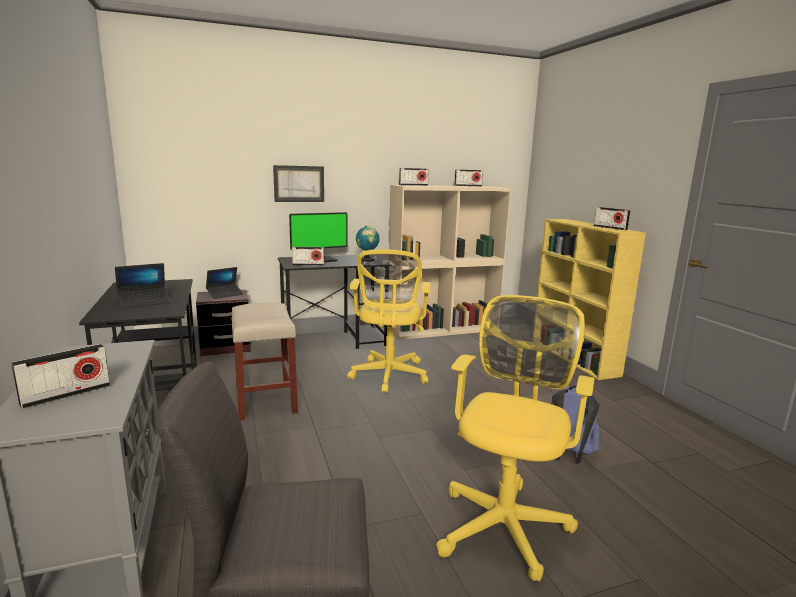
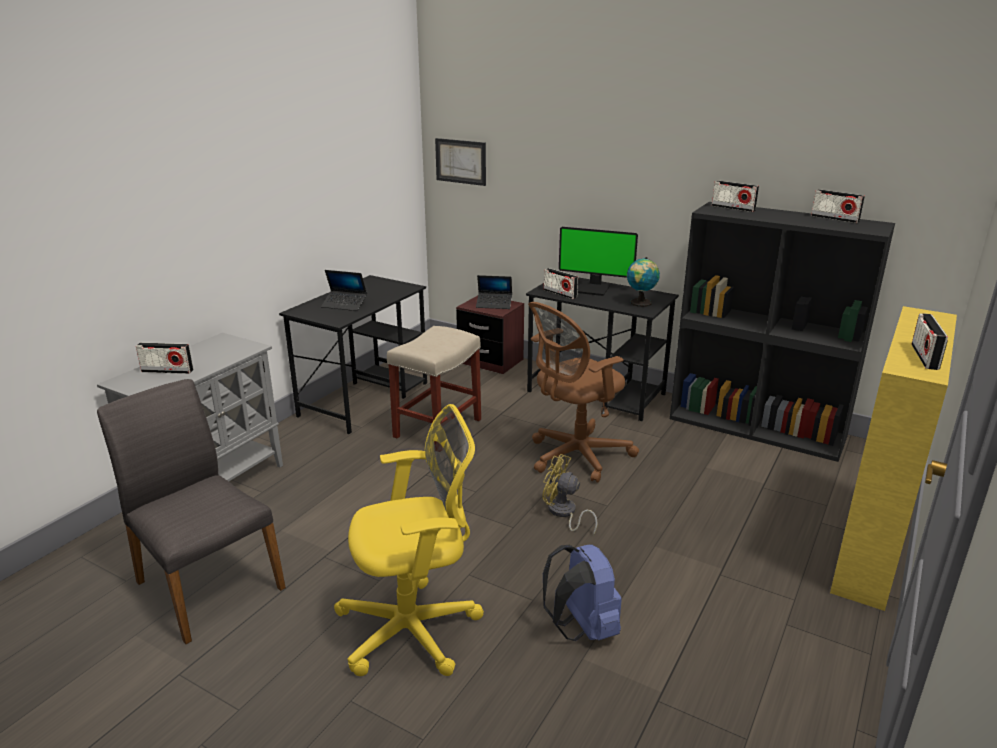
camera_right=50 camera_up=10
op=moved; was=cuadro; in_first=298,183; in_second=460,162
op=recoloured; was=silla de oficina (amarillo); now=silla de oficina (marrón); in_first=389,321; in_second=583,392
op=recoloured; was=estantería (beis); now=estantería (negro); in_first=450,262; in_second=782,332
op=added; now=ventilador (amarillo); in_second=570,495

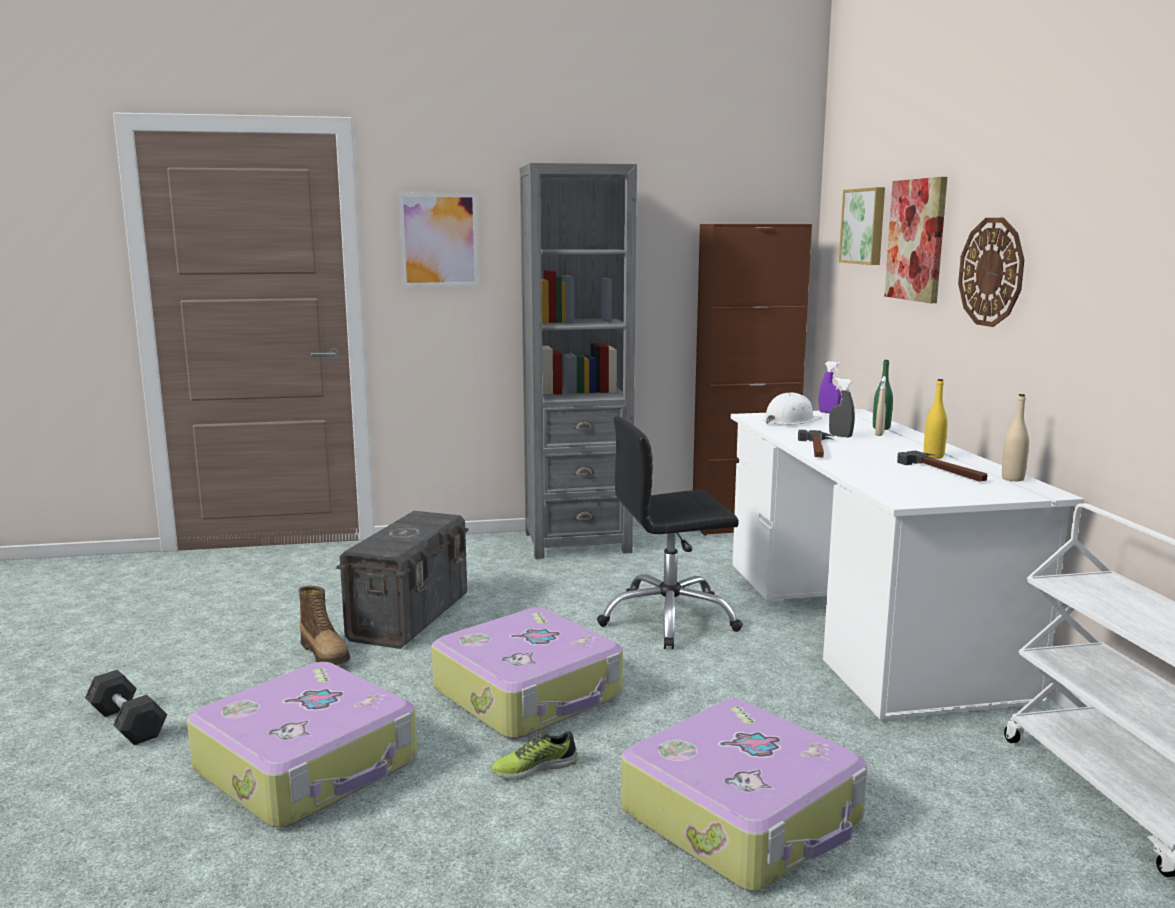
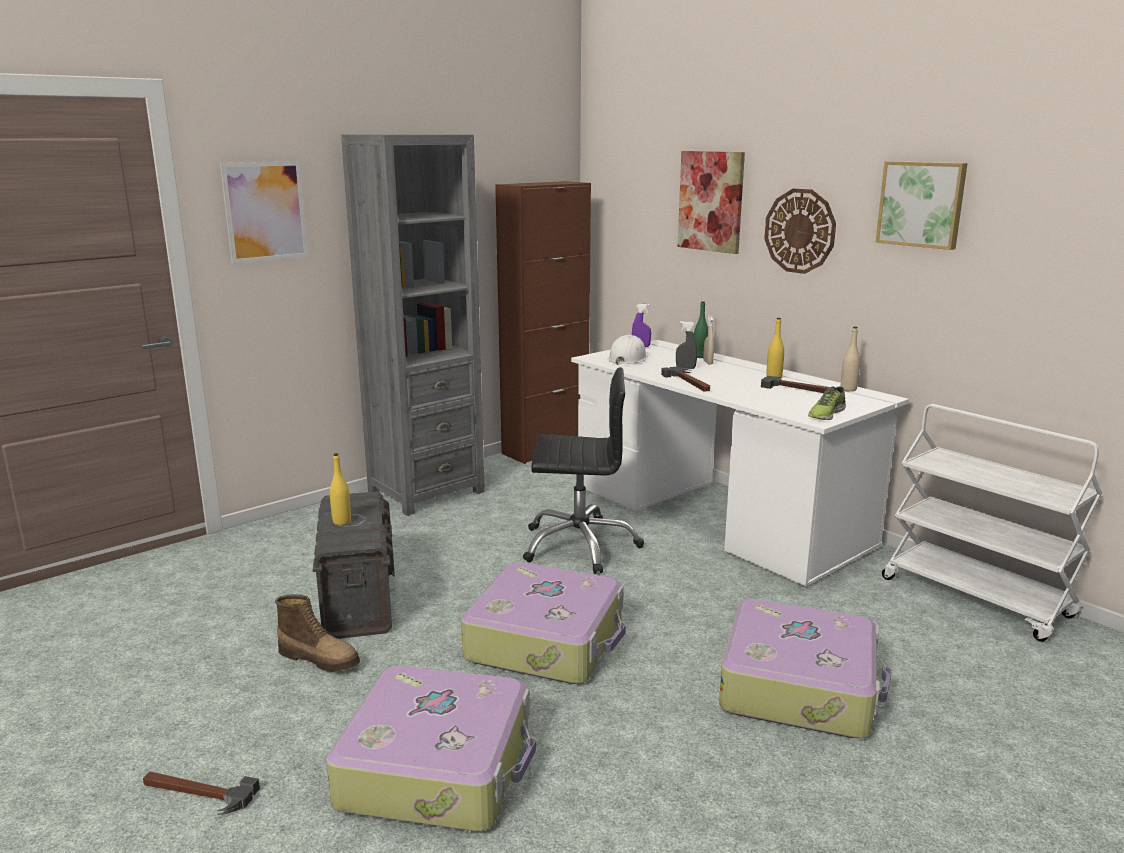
camera_right=-30 camera_up=5
op=replaced; was=mancuerna (gris); now=martillo; in_first=126,707; in_second=201,793
op=moved; was=zapato; in_first=535,755; in_second=827,403
op=turned; was=silla de oficina (negro); in_first=670,532; in_second=583,470; clockwise=-135
op=moved; was=cuadro; in_first=862,226; in_second=922,205
op=added; now=botella (amarillo); in_second=340,489

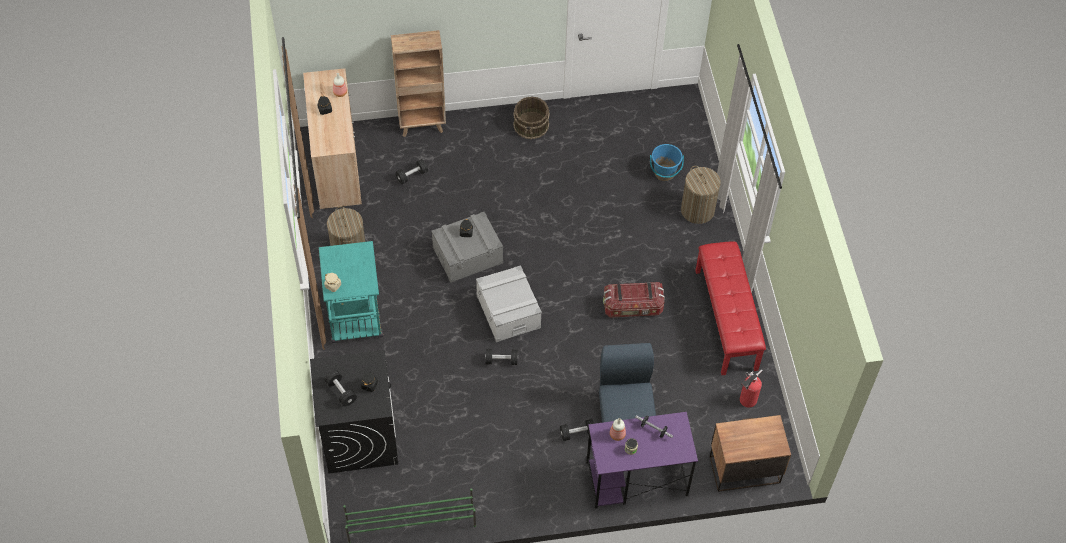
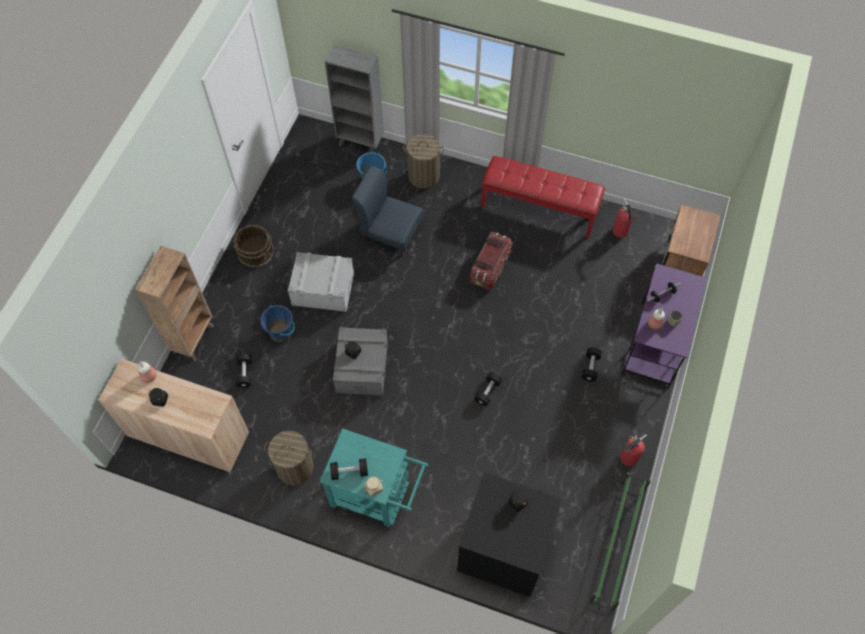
camera_right=-60 camera_up=5
op=moved; was=mancuerna (negro); in_first=340,388; in_second=349,469
op=moved; was=caja de almacenaje (gris); in_first=509,303; in_second=321,282
op=moved; was=silla (azul); in_first=627,383; in_second=387,211
op=added; now=cubo (azul); in_second=277,323
op=added; now=estantería (gris); in_second=354,98
op=added; now=extintor; in_second=633,450

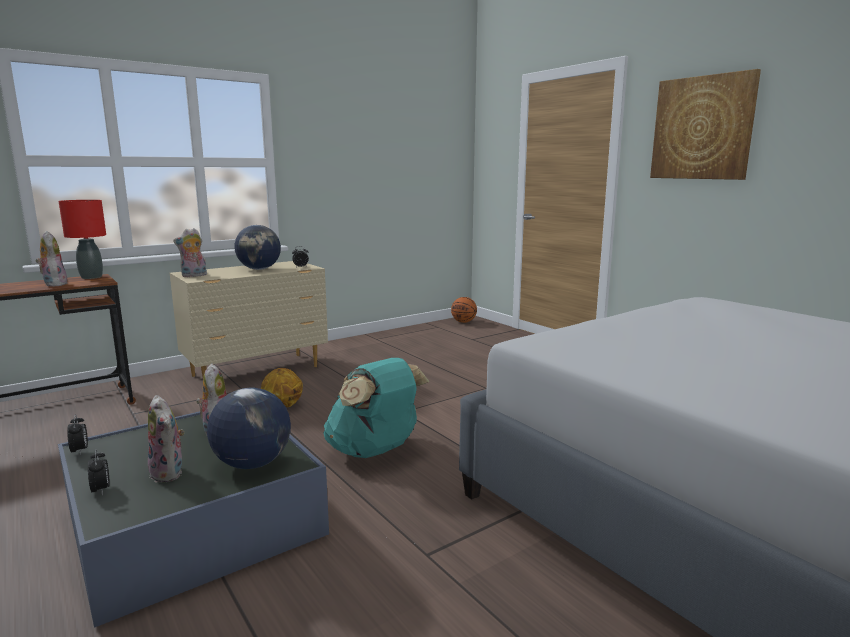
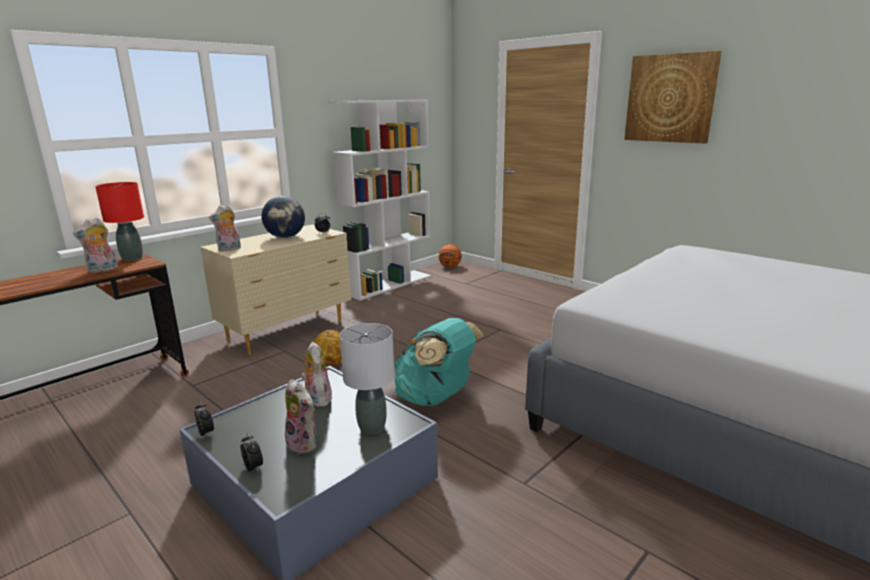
camera_right=-10 camera_up=5
op=turned; was=peluche; in_first=51,259; in_second=95,245; clockwise=-90
op=replaced; was=globo terráqueo; now=lámpara de mesa (gris); in_first=249,428; in_second=367,378
op=added; now=estantería (blanco); in_second=379,200

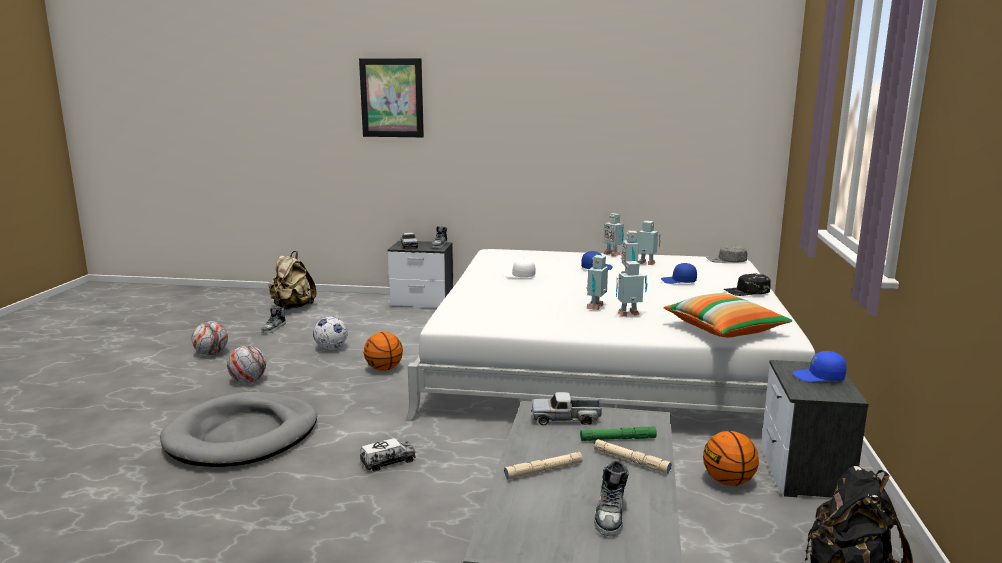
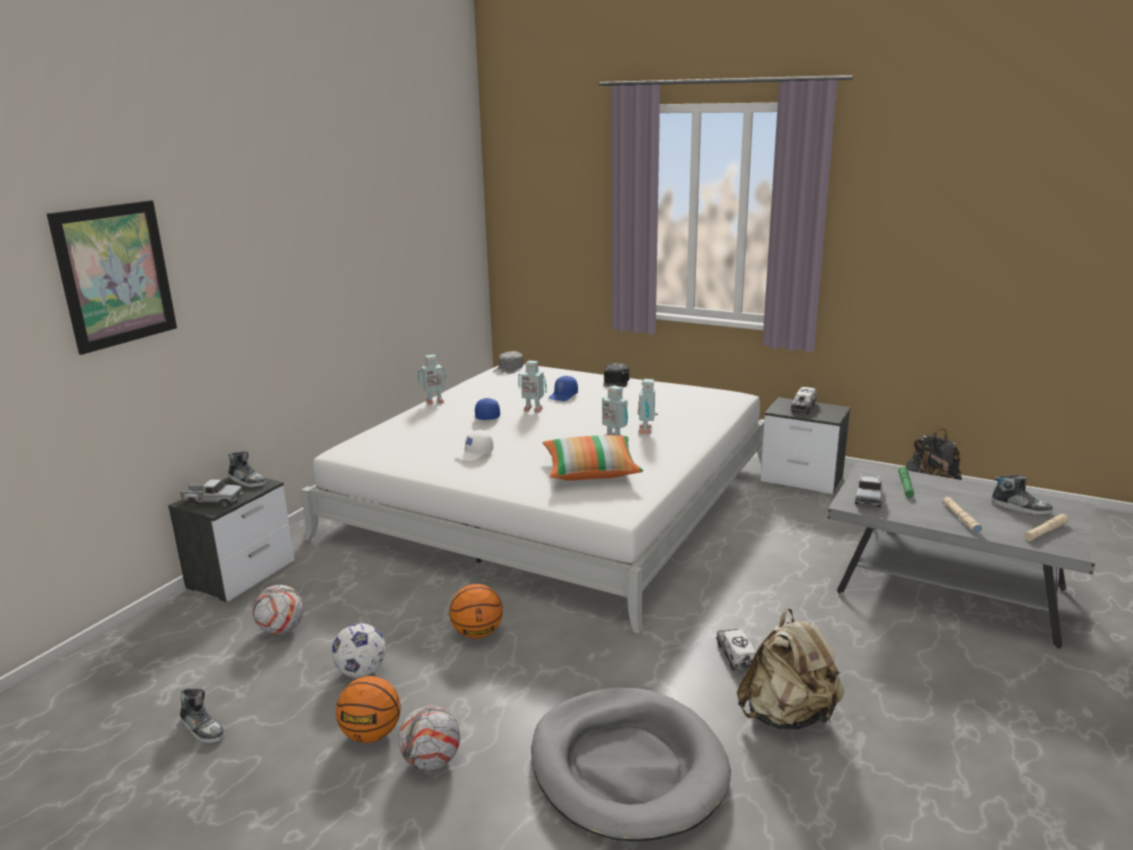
camera_right=-70 camera_up=5
op=moved; was=balón de fútbol; in_first=209,338; in_second=278,609
op=moved; was=mochila (beis); in_first=292,280; in_second=790,669
op=moved; was=linterna (beis); in_first=633,456; in_second=1046,527
op=removed; was=robot de juguete; in_first=648,243
op=moved; was=cojín; in_first=728,315; in_second=593,458
op=moved; was=balón de baloncesto; in_first=731,458; in_second=368,709
op=replaced; was=gorra (azul); now=camión de juguete; in_first=820,366; in_second=804,400

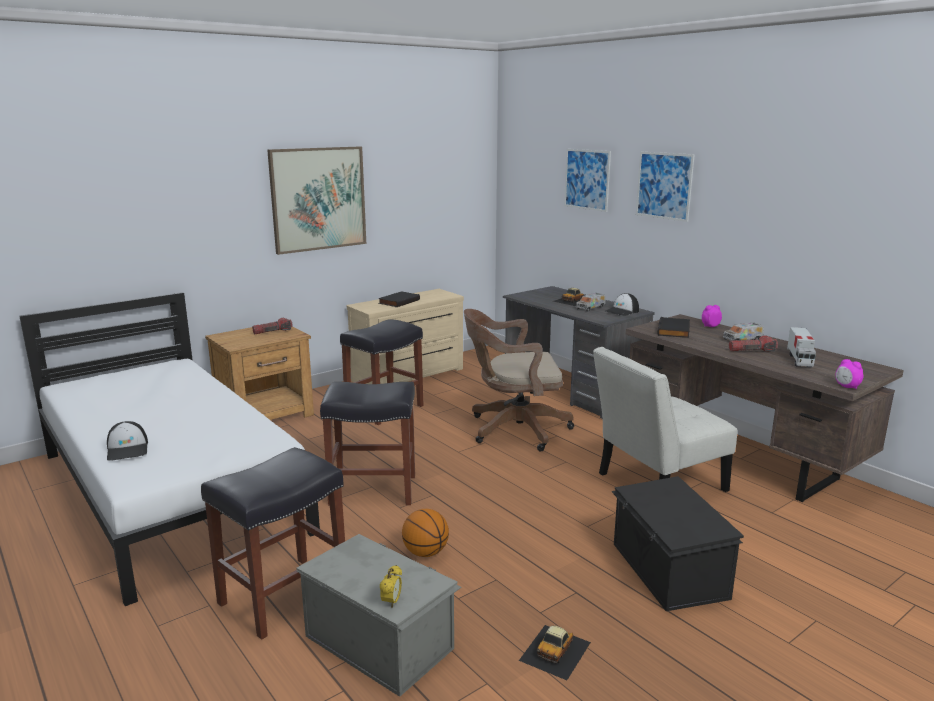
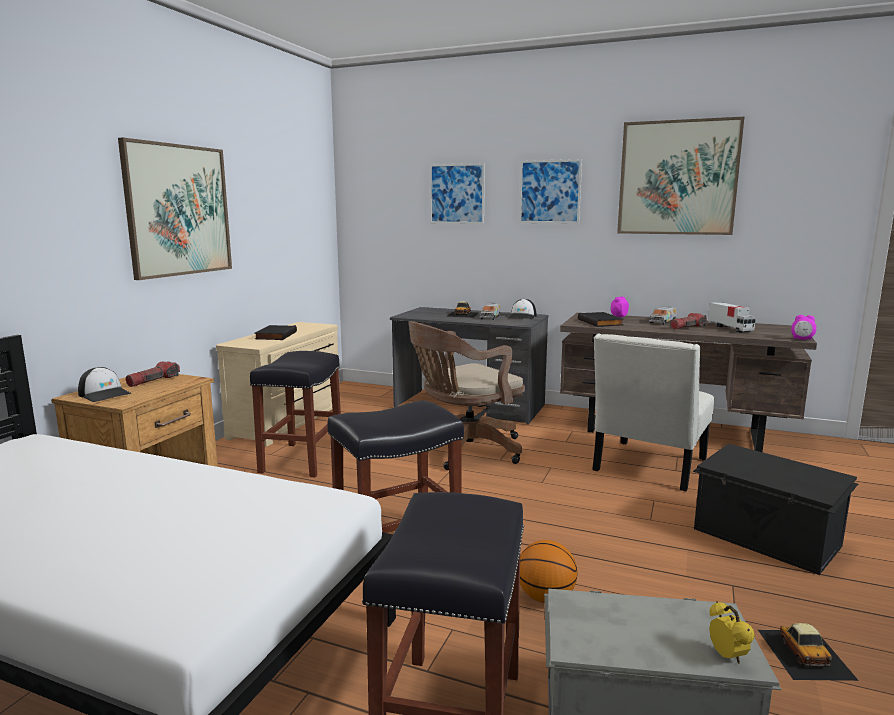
camera_right=-30 camera_up=-5
op=moved; was=gorra; in_first=127,441; in_second=105,384
op=added; now=cuadro; in_second=680,176

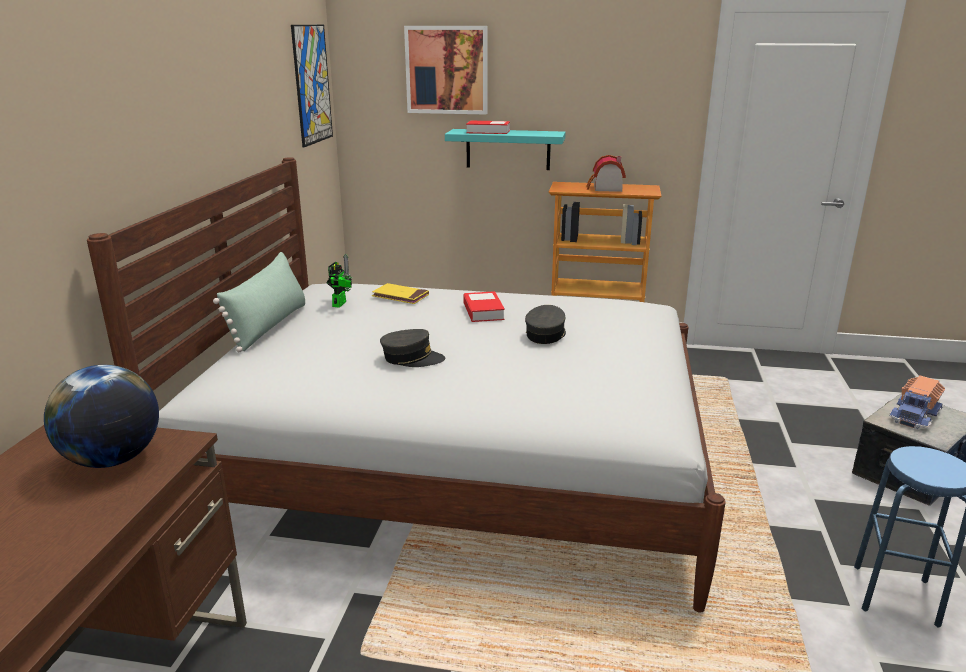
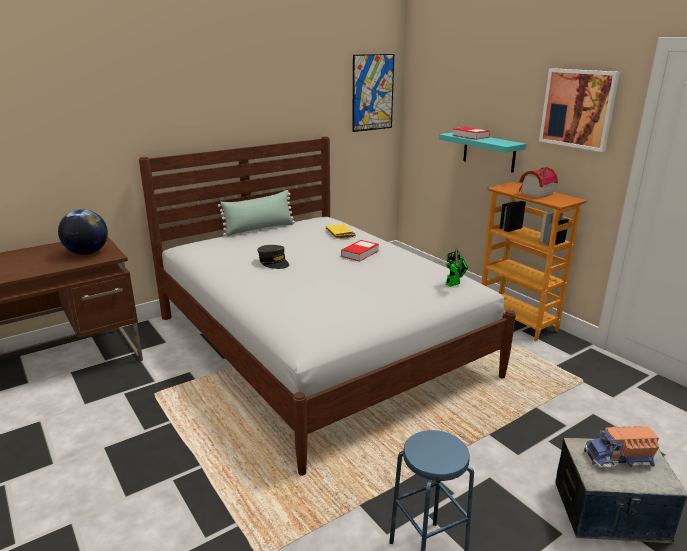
camera_right=45 camera_up=0
op=moved; was=robot de juguete; in_first=339,281; in_second=457,267
op=moved; was=cuadro; in_first=446,70; in_second=579,110
op=removed; was=gorra (gris); in_first=545,324

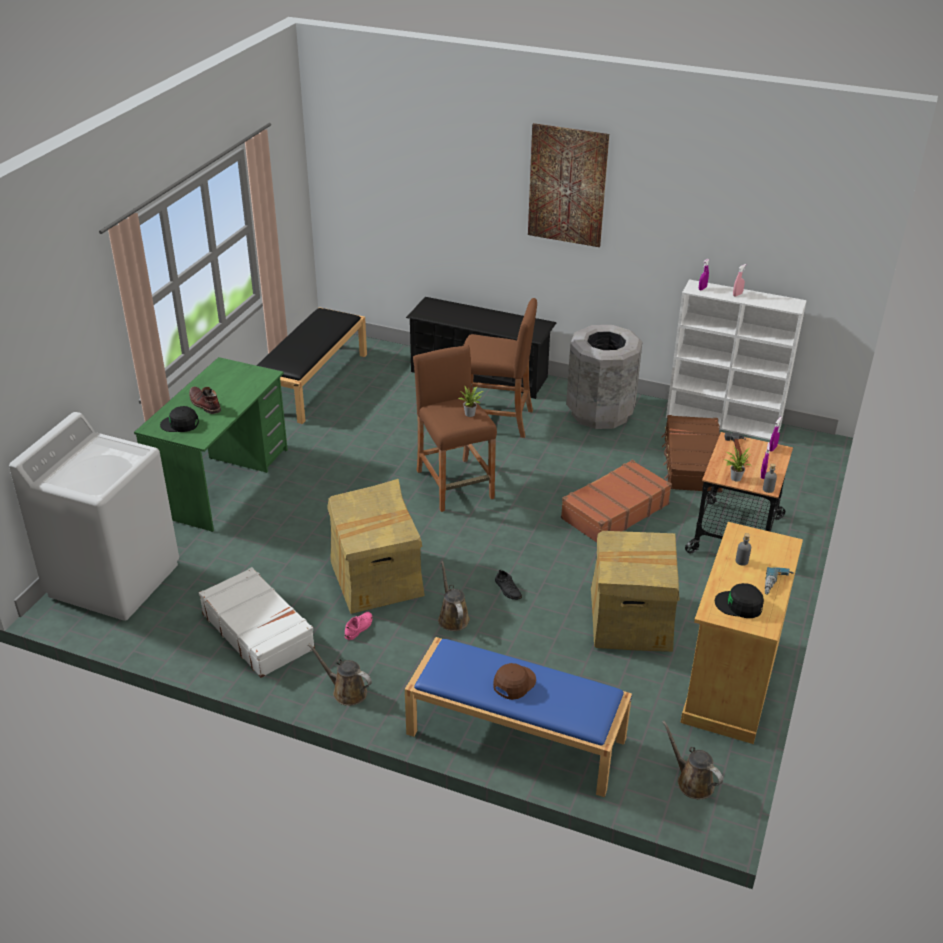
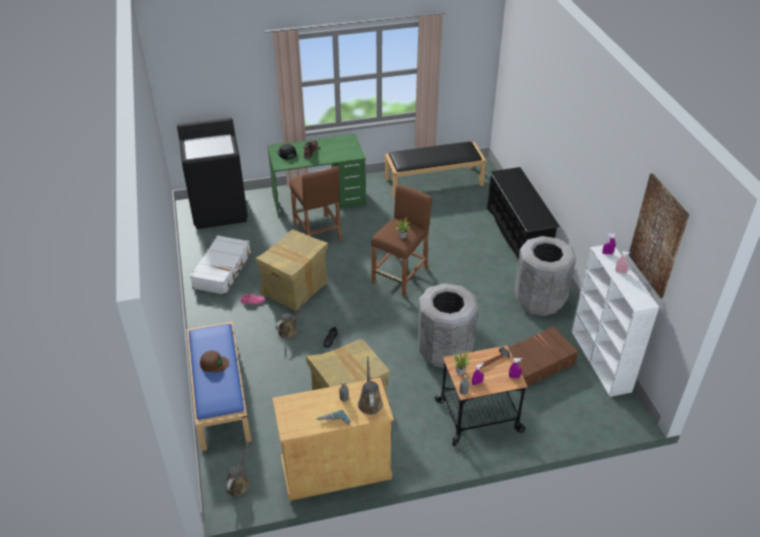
camera_right=55 camera_up=5
op=recoloured; was=lavadora (blanco); now=lavadora (negro); in_first=94,516; in_second=212,173
op=moved; was=regadera (marrón); in_first=340,675; in_second=370,385
op=moved; was=taburete (marrón); in_first=500,368; in_second=316,204
op=moved; was=cuadro; in_first=568,185; in_second=659,235
op=replaced; was=maleta (marrón); now=papelera (gris); in_first=616,501; in_second=447,326
op=removed; was=gorra (negro); in_first=739,600

